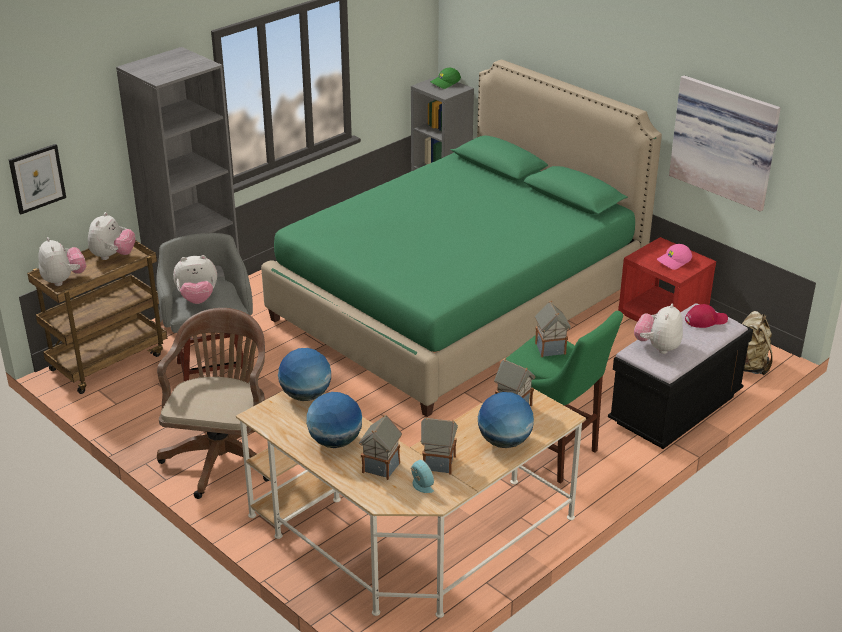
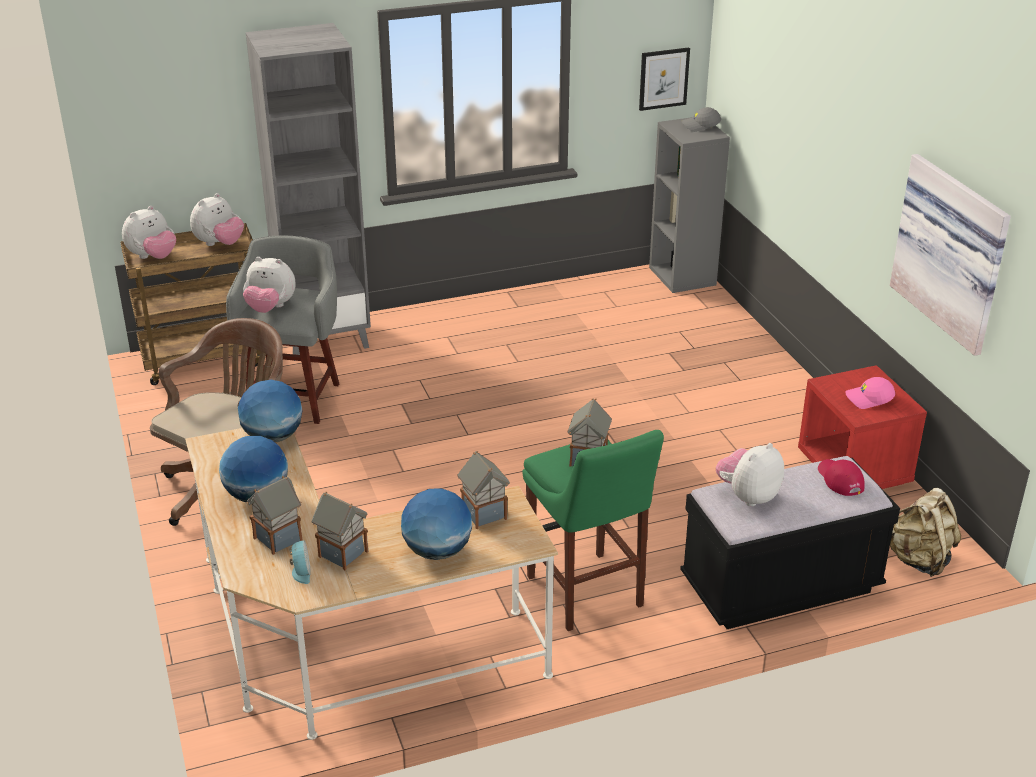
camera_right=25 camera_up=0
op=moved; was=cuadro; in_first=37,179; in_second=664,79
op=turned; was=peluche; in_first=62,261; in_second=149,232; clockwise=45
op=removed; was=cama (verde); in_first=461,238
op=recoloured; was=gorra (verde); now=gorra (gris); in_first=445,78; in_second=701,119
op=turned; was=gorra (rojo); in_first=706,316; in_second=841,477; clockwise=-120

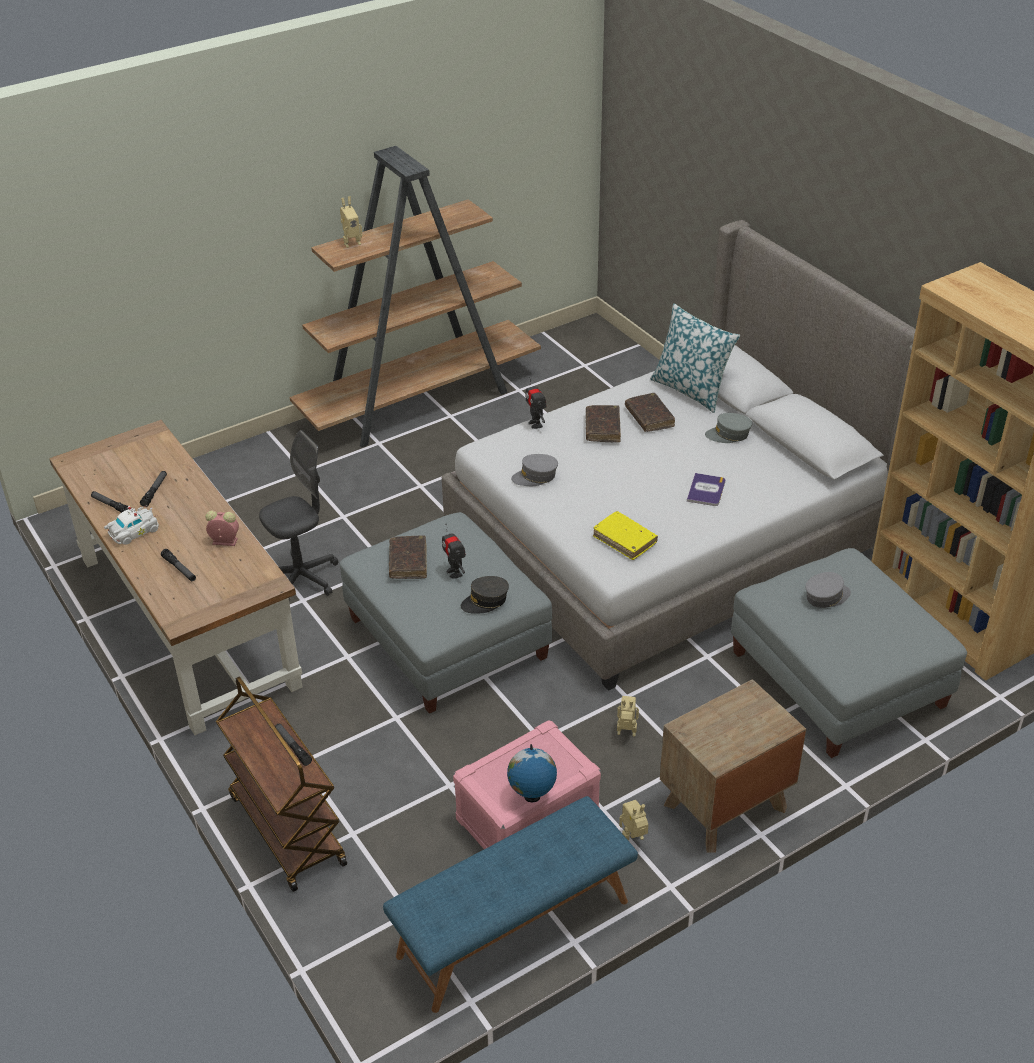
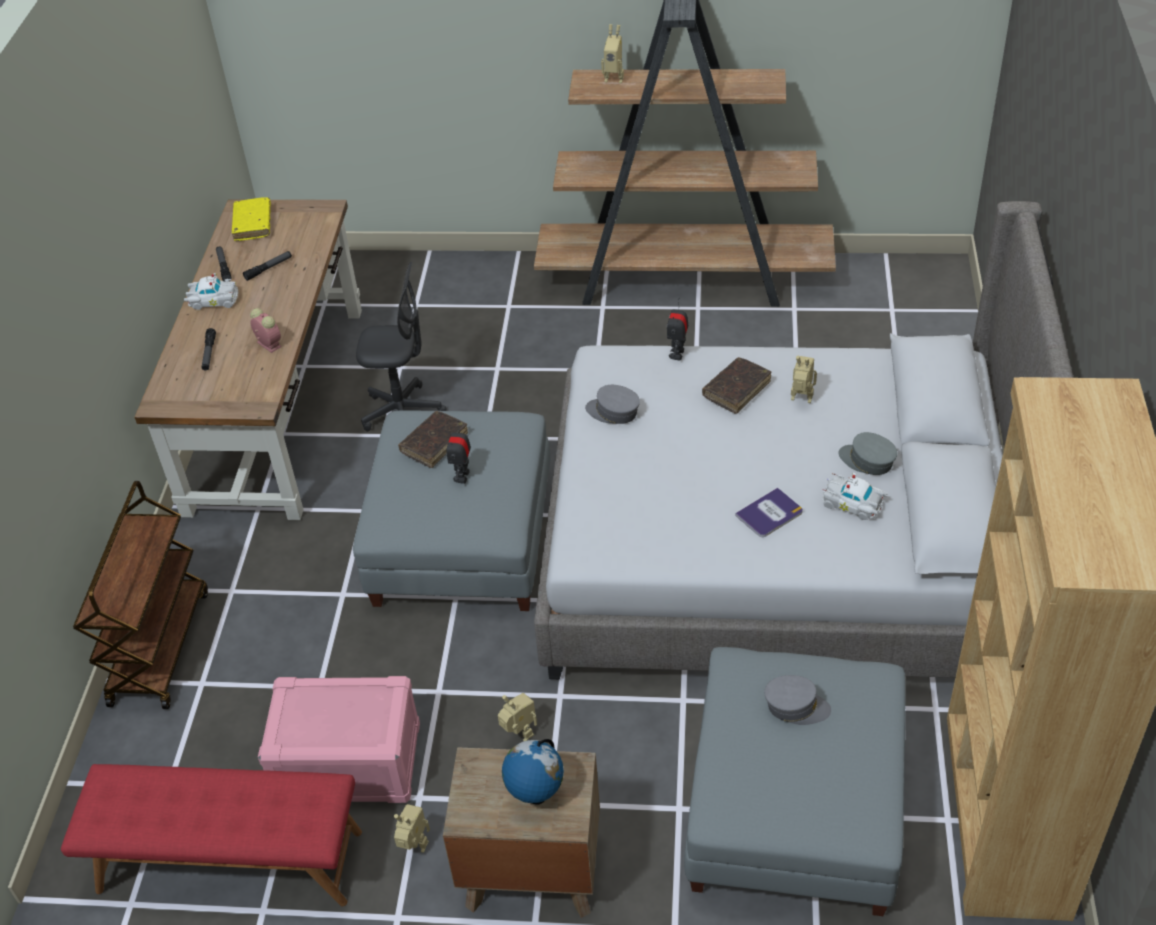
camera_right=40 camera_up=5
op=removed; was=linterna; in_first=293,744
op=recoloured; was=banco (azul); now=banco (rojo); in_first=510,904; in_second=211,835
op=removed; was=gorra (gris); in_first=485,595
op=moved; was=globo terráqueo; in_first=532,773; in_second=533,771
op=moved; was=libro (amarillo); in_first=625,535; in_second=251,219
op=replaced; was=libro (marrón); now=robot de juguete; in_first=650,412; in_second=804,379
op=removed; was=cojín; in_first=695,358
op=added; now=coche de juguete (blanco); in_second=854,496

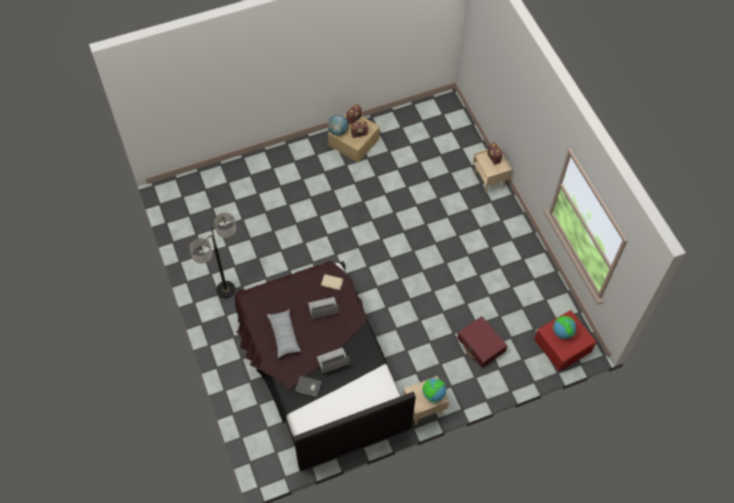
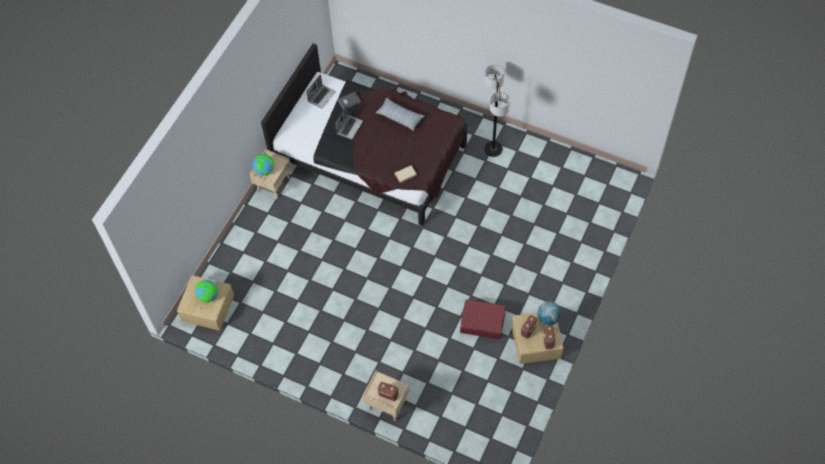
camera_right=140 camera_up=0
op=moved; was=portátil; in_first=323,308; in_second=321,91
op=moved; was=maleta (rojo); in_first=482,342; in_second=483,319
op=recoloured; was=caja de almacenaje (rojo); now=caja de almacenaje (beis); in_first=565,340; in_second=205,303

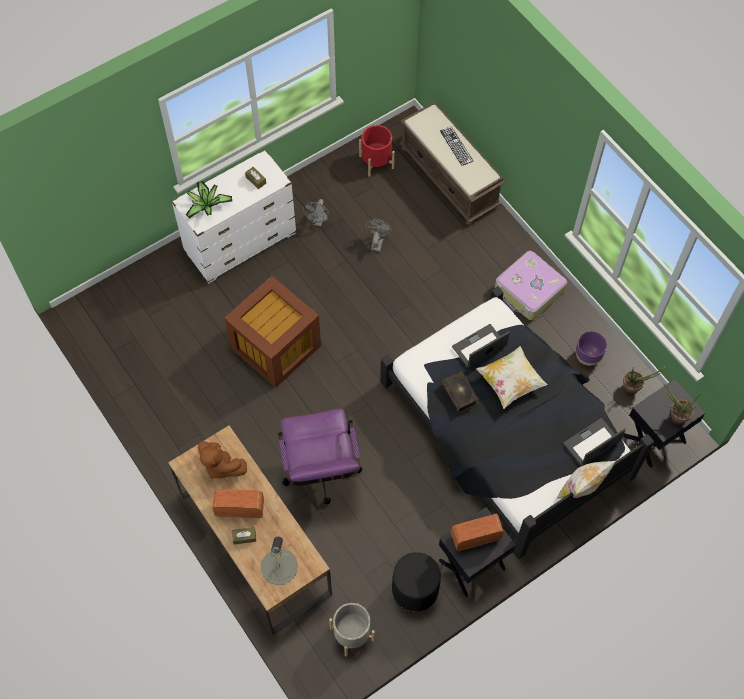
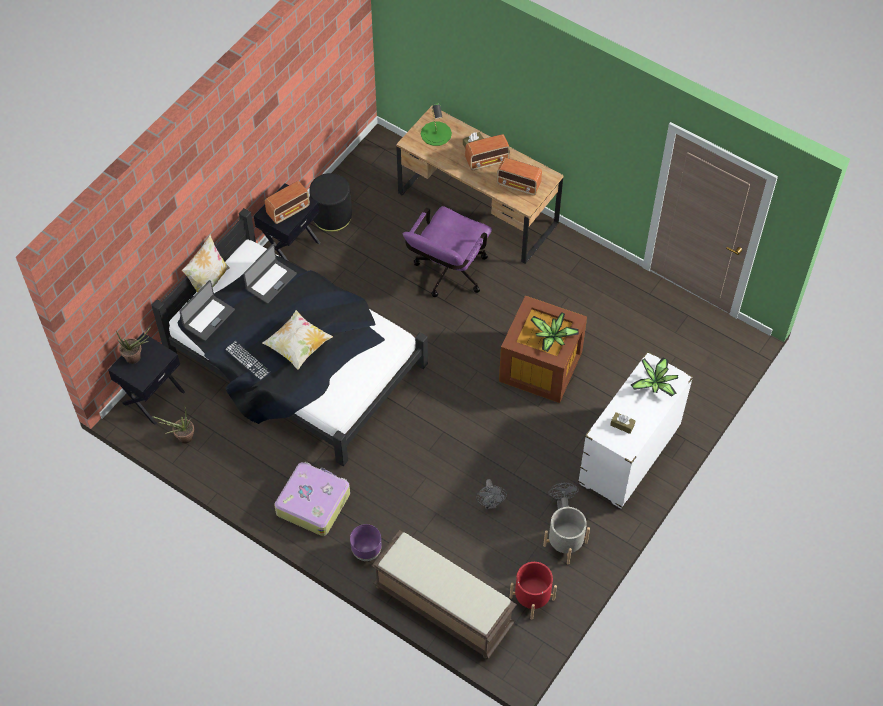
camera_right=160 camera_up=-5
op=replaced; was=peluche (marrón); now=radio; in_first=222,460; in_second=519,176
op=recoloured; was=lámpara de mesa (gris); now=lámpara de mesa (verde); in_first=279,560; in_second=436,124
op=turned; was=silla de oficina (morado); in_first=320,456; in_second=447,251; clockwise=-120
op=moved; was=maceta (gris); in_first=352,630; in_second=566,535
op=moved; was=teclado; in_first=456,146; in_second=248,360
op=removed; was=libro; in_first=459,392
op=moved; was=portátil; in_first=481,346; in_second=270,274
op=moved; was=maceta (morado); in_first=591,348; in_second=365,542
op=added; now=planta en maceta; in_second=555,332

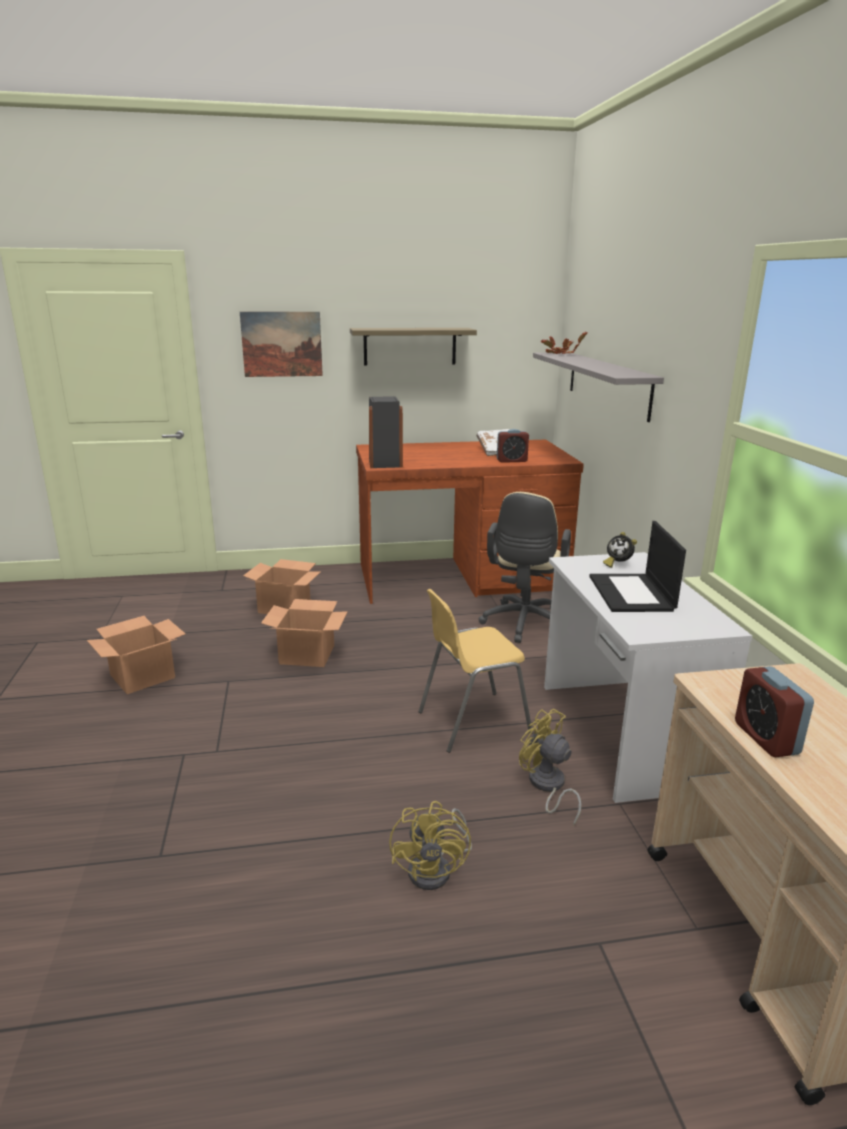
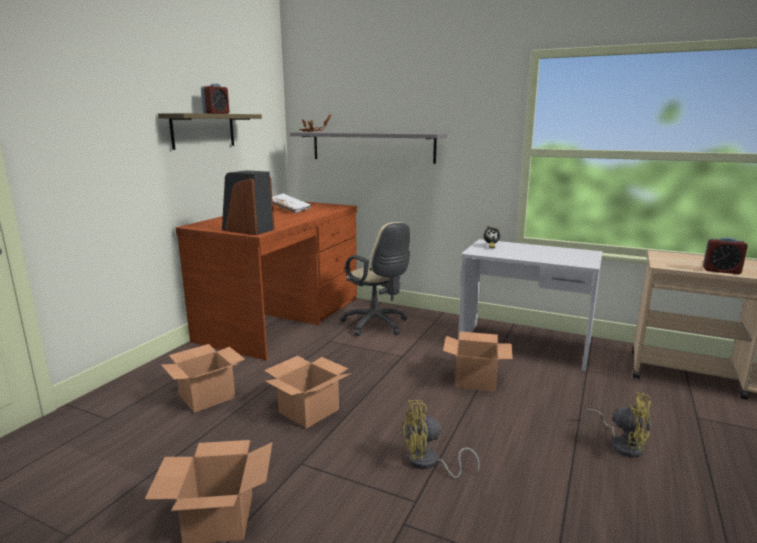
camera_right=-55 camera_up=-5
op=removed; was=cuadro; in_first=281,344
op=replaced; was=silla (amarillo); now=caja de cartón; in_first=475,671; in_second=478,361
op=moved; was=despertador; in_first=513,446; in_second=215,99
op=moved; was=ventilador (amarillo); in_first=550,767; in_second=441,439
op=removed; was=portátil; in_first=637,566

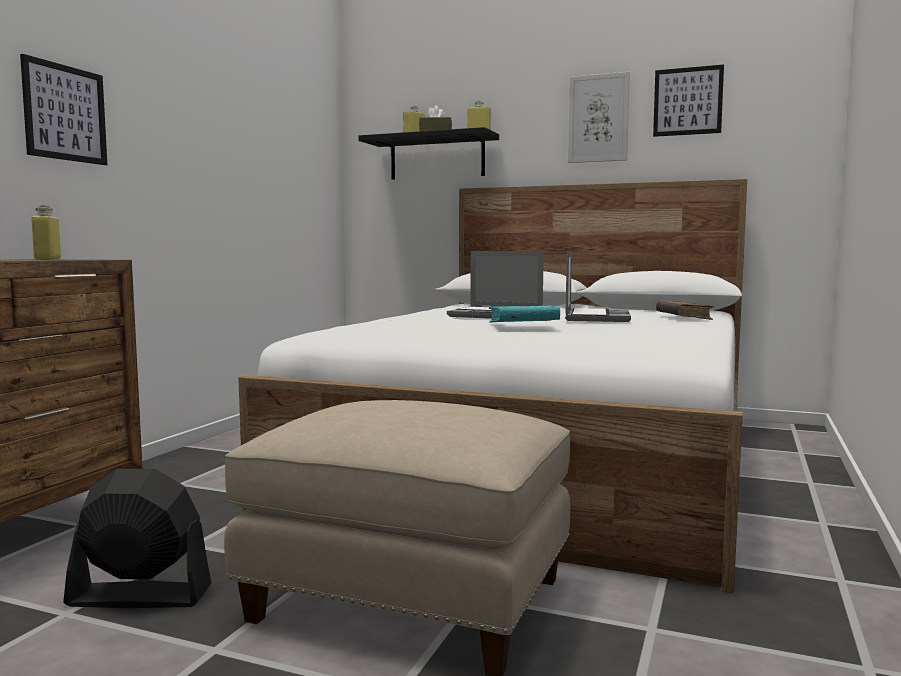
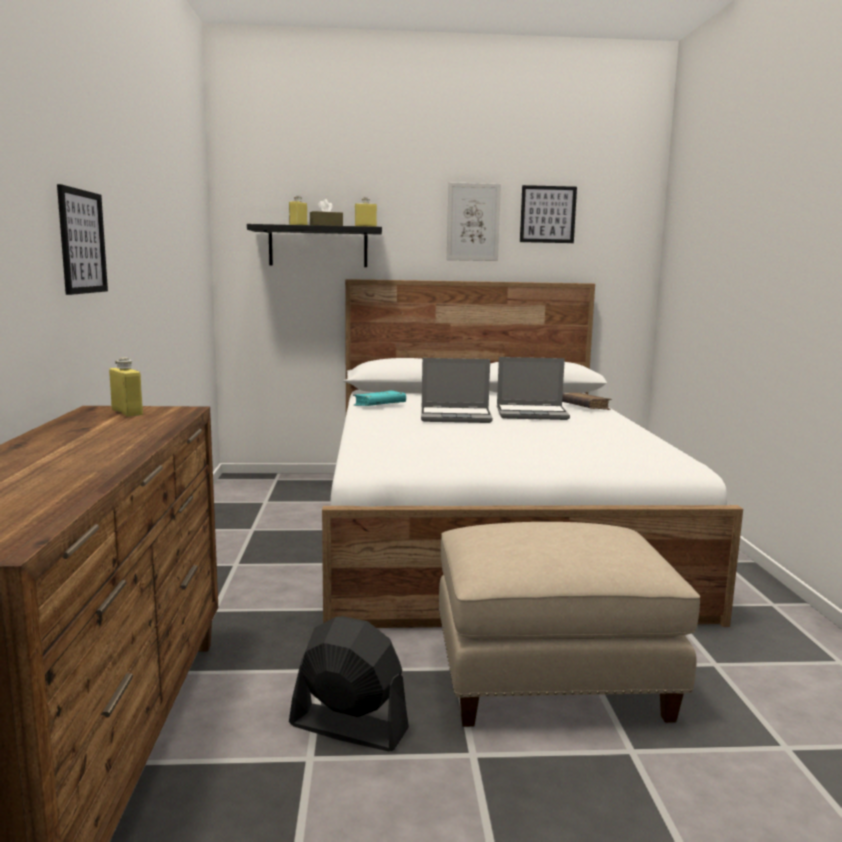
camera_right=-25 camera_up=5
op=turned; was=ventilador (negro); in_first=137,538; in_second=349,683; clockwise=45
op=moved; was=libro (turquesa); in_first=524,314; in_second=379,398
op=turned; was=portátil; in_first=598,287; in_second=533,388; clockwise=105

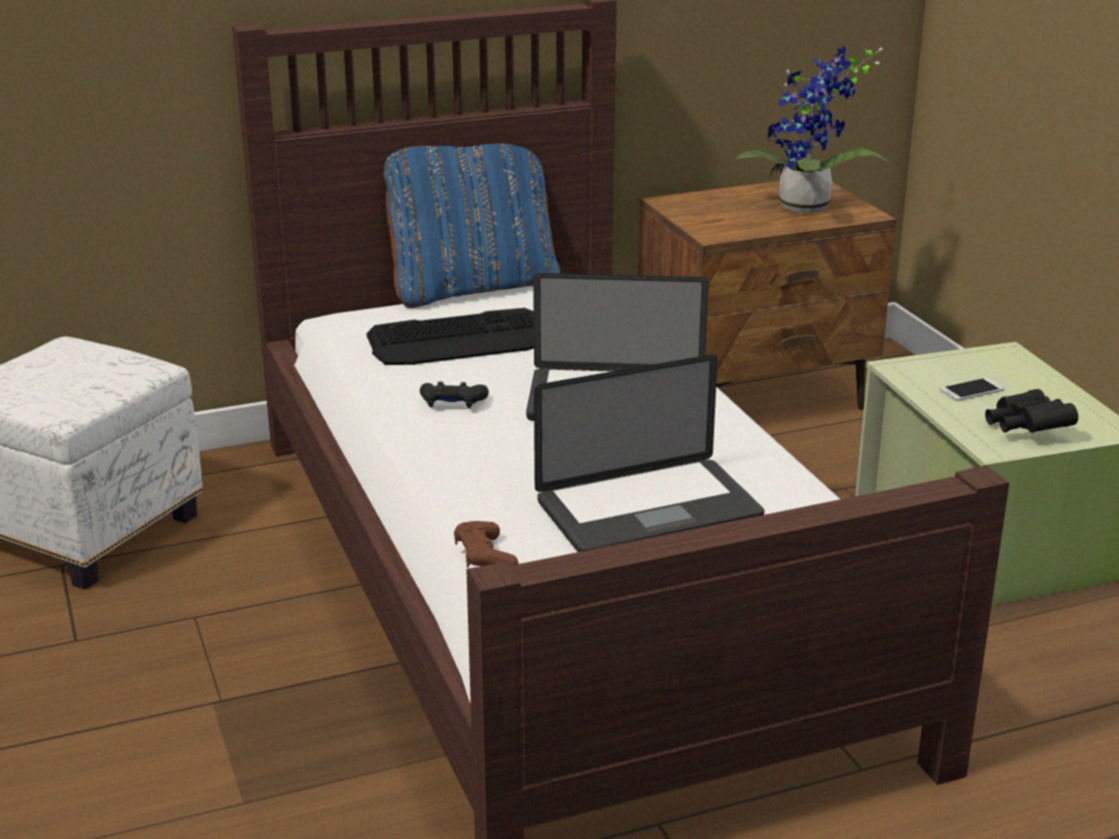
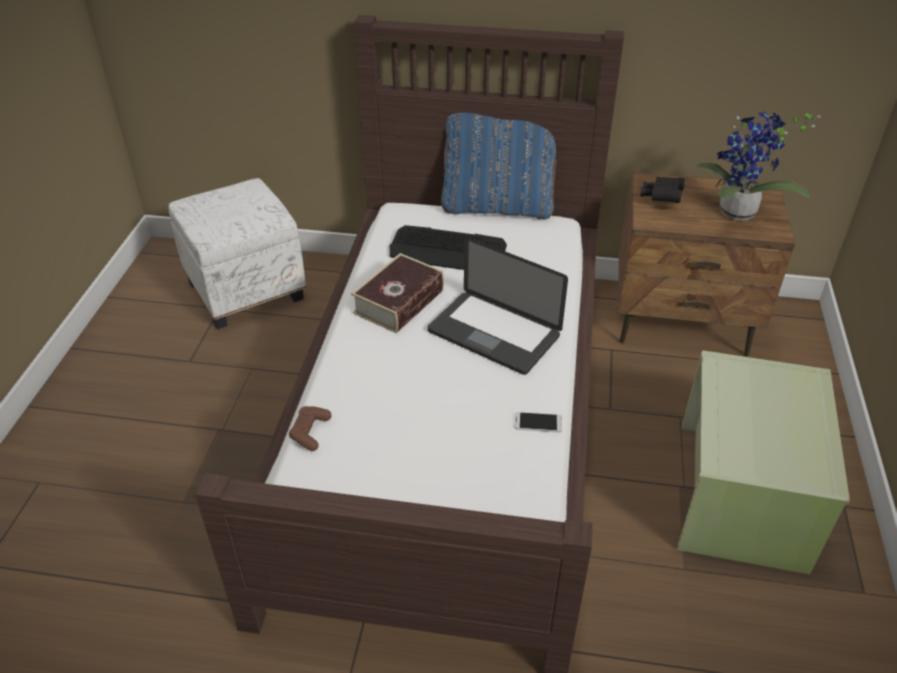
camera_right=30 camera_up=15
op=replaced; was=mando de consola (negro); now=libro; in_first=454,395; in_second=397,293
op=removed; was=portátil; in_first=649,453
op=moved; was=móvil; in_first=972,389; in_second=538,422
op=moved; was=prismáticos (negro); in_first=1031,411; in_second=663,190

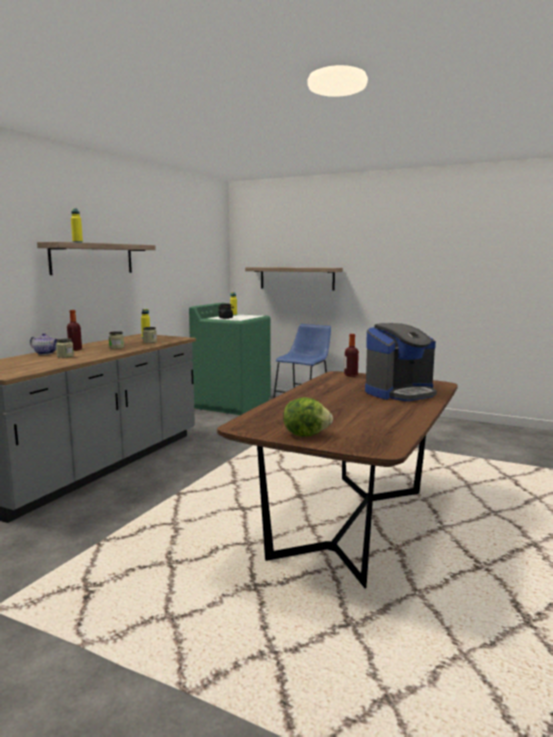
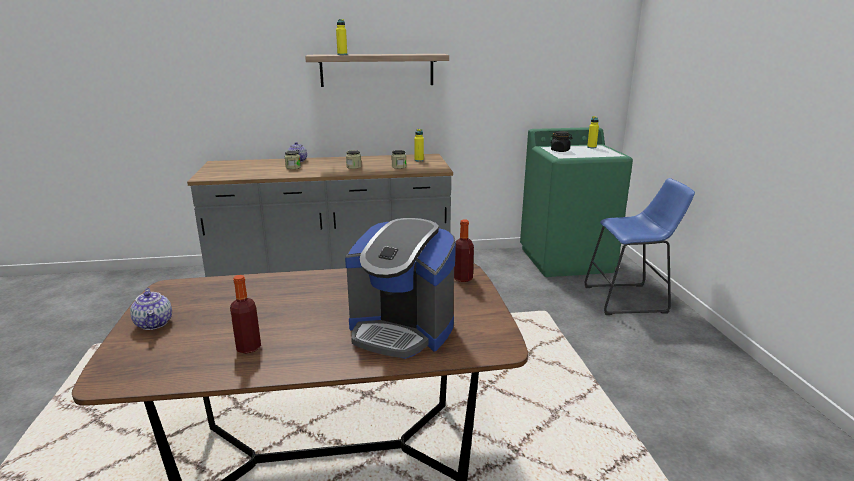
camera_right=55 camera_up=10
op=moved; was=botella; in_first=74,330; in_second=245,314
op=removed; was=estante; in_first=294,278
op=replaced; was=lechuga; now=tetera; in_first=308,417; in_second=151,309

